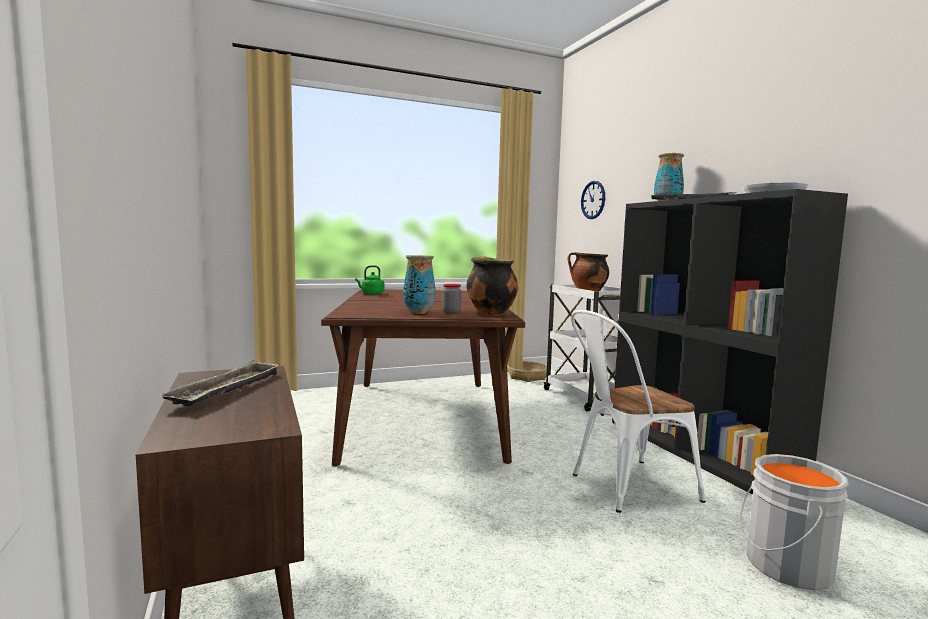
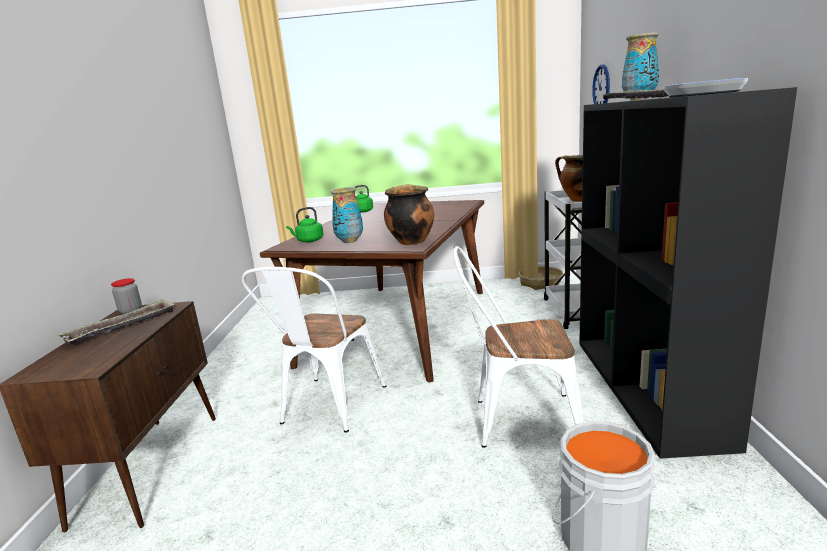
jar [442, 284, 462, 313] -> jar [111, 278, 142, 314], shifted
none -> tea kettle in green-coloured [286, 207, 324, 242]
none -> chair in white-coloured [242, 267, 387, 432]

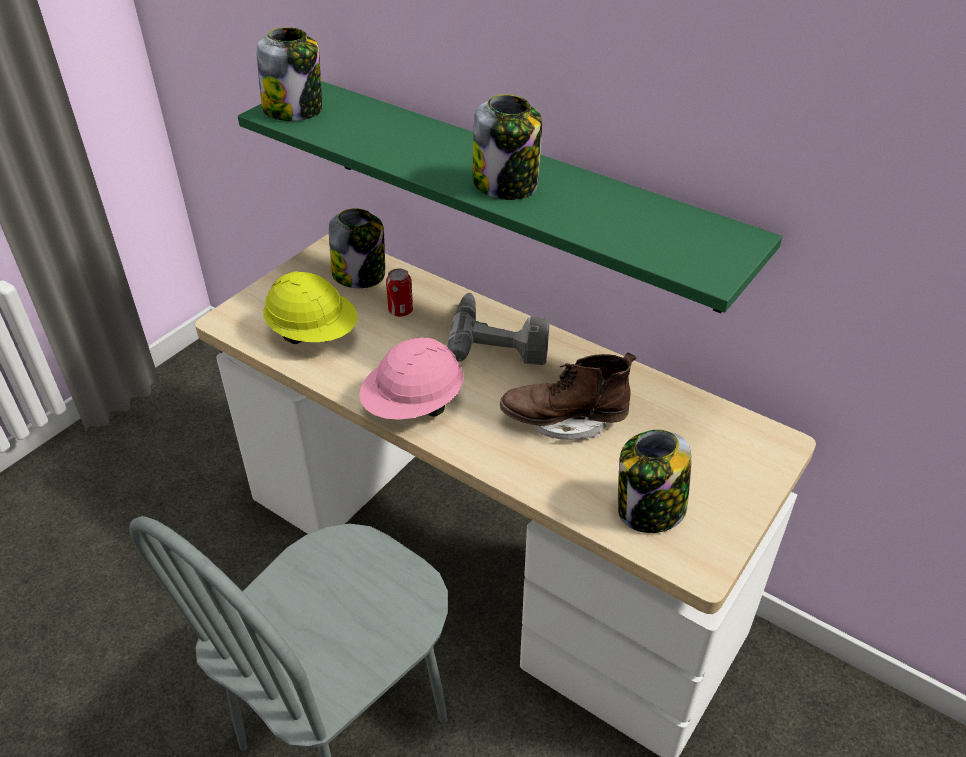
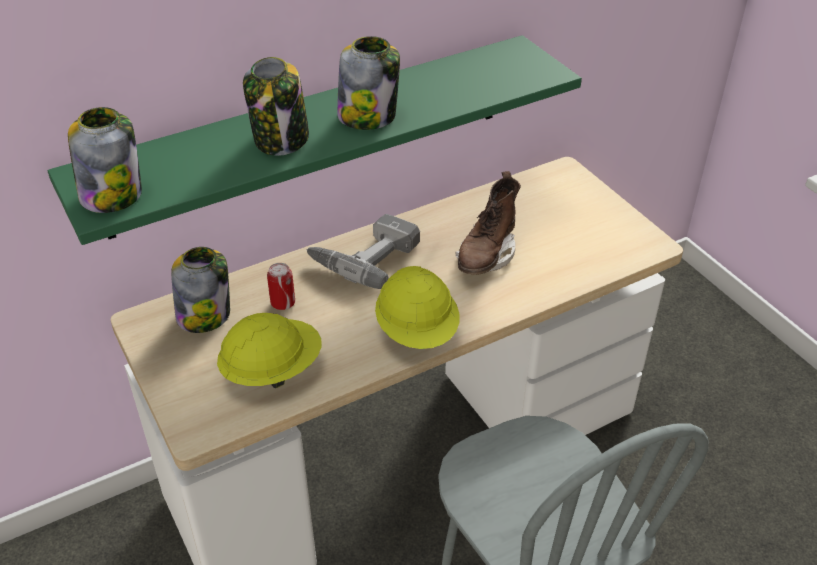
hard hat in pink-coloured [359, 338, 464, 420] -> hard hat in yellow-coloured [375, 266, 459, 349]
jar [618, 430, 692, 533] -> jar [243, 57, 309, 156], shifted

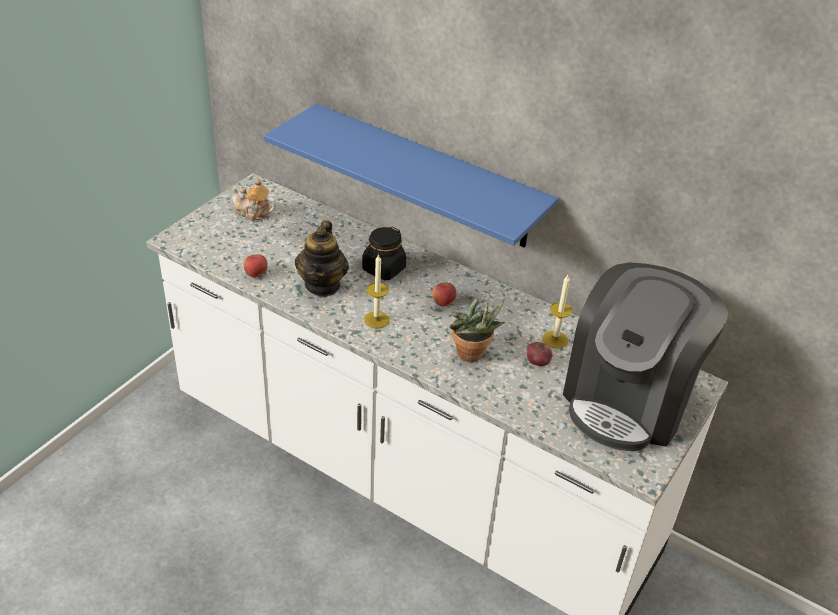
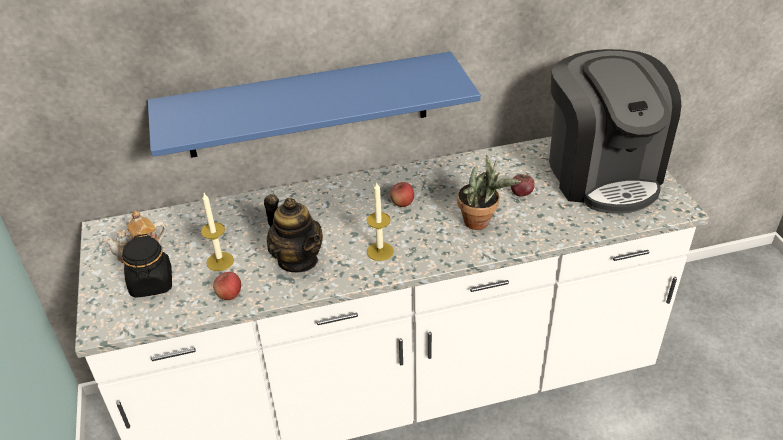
jar in black-coloured [362, 226, 406, 280] -> jar in black-coloured [122, 234, 172, 298], shifted
wax candle [543, 275, 572, 349] -> wax candle [201, 193, 234, 271], shifted

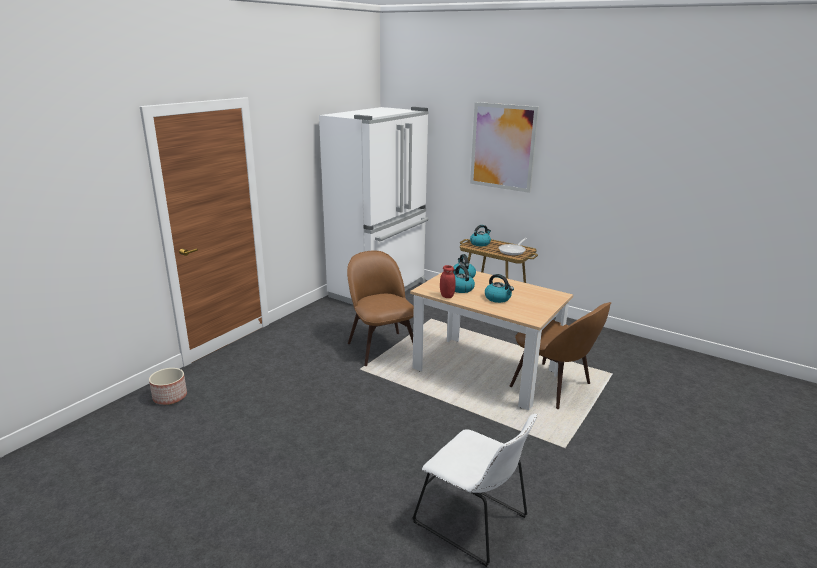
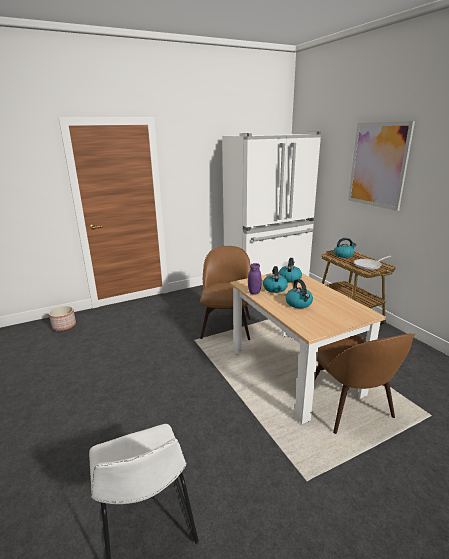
jar in red-coloured [440, 265, 455, 298] -> jar in purple [248, 263, 262, 295]

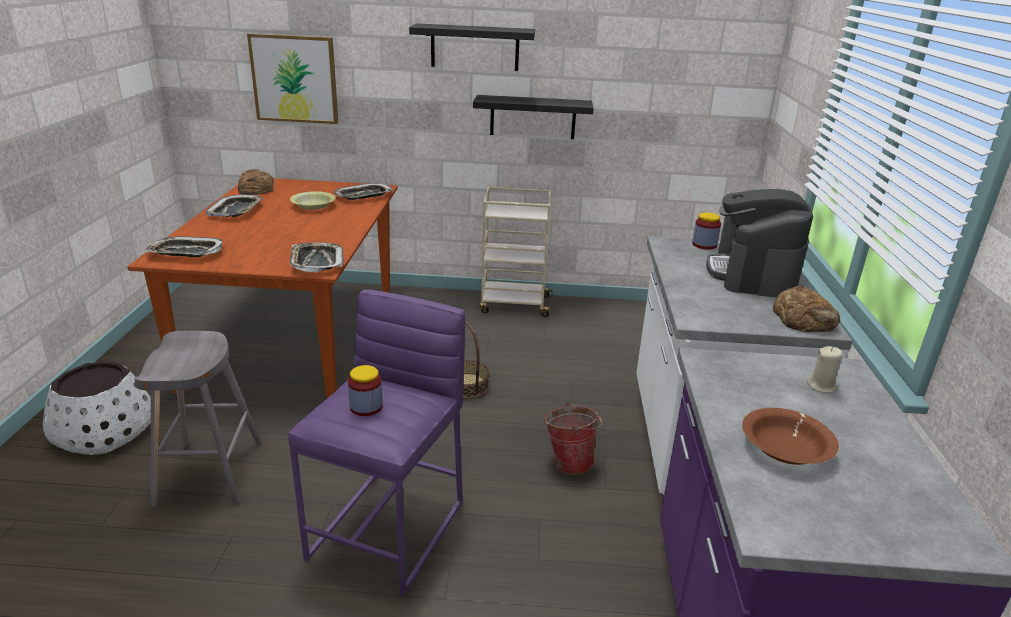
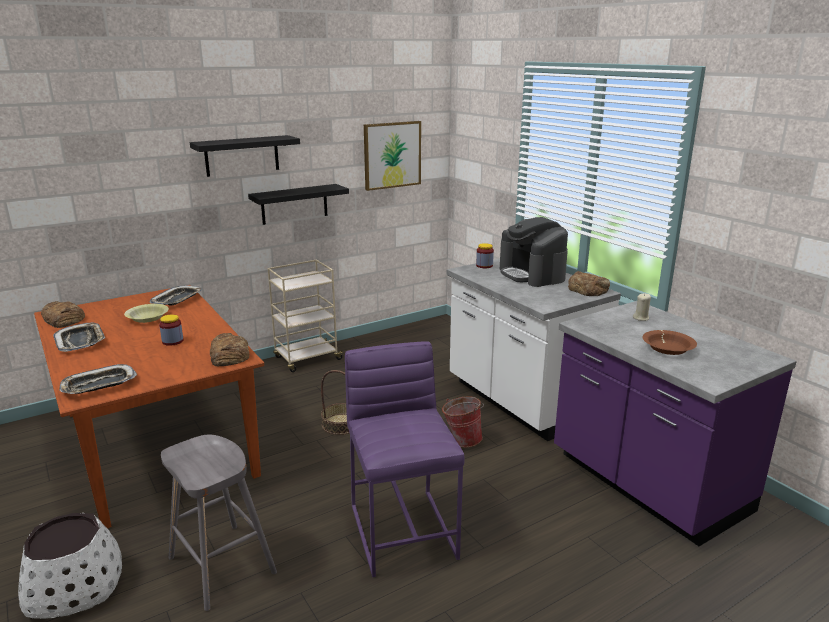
wall art [247, 33, 338, 124] -> wall art [364, 121, 421, 191], shifted
serving tray [290, 242, 344, 272] -> bakery bread [210, 333, 249, 366]
jar [348, 365, 383, 416] -> jar [159, 314, 183, 346], shifted

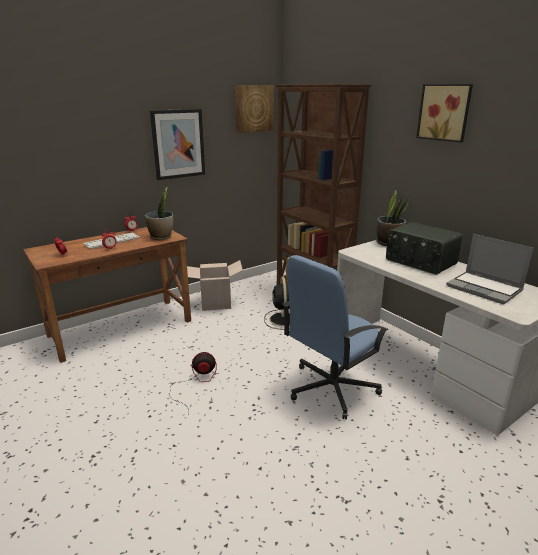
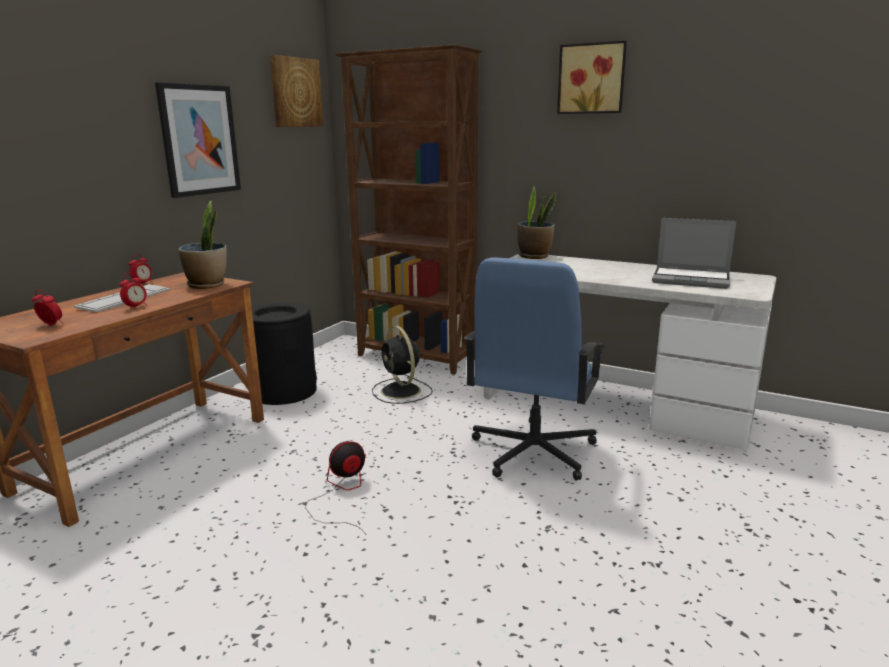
radio set [386, 222, 462, 275] -> none
cardboard box [187, 260, 243, 311] -> rubbish bin in black-coloured [243, 302, 317, 405]

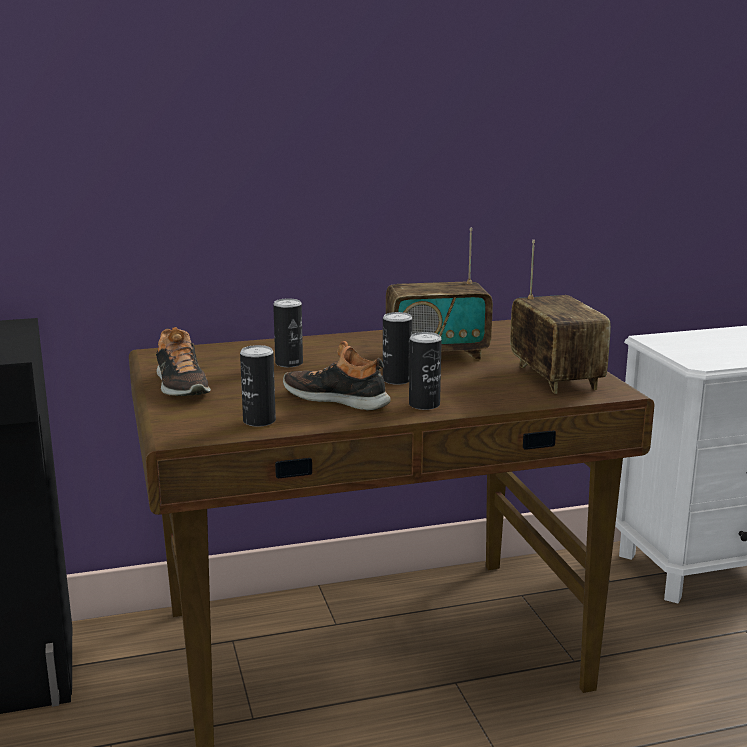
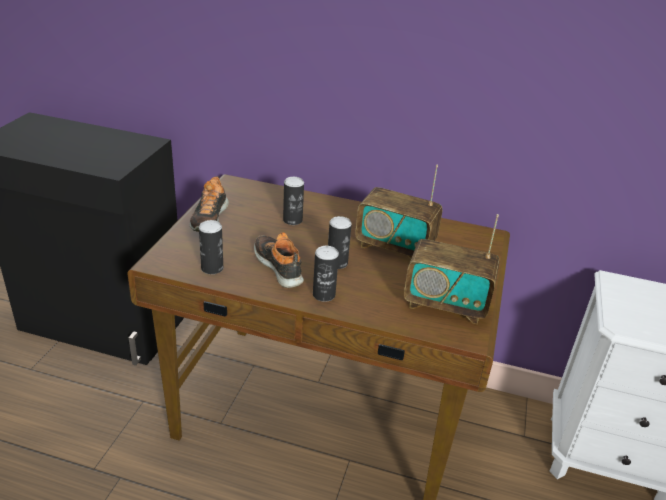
radio set [510, 240, 611, 394] -> radio set [404, 214, 500, 324], 90 degrees clockwise

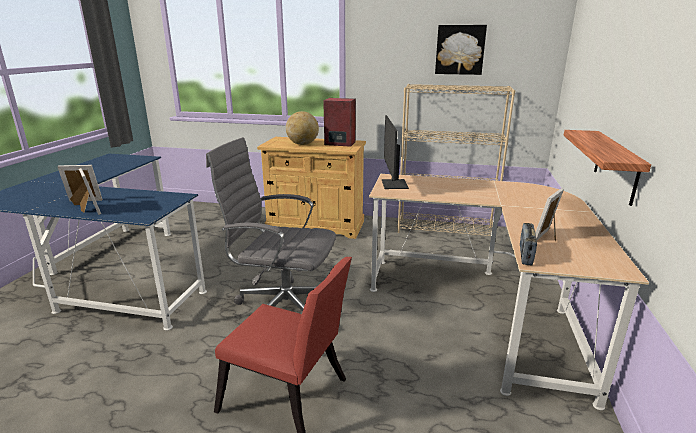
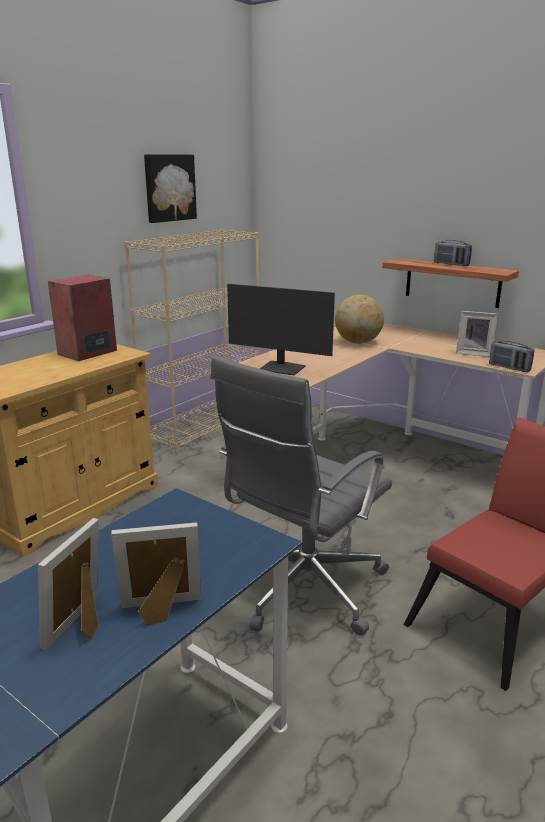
world globe [286, 111, 319, 145] -> world globe [335, 295, 384, 344], shifted
standing frame [535, 188, 564, 242] -> standing frame [456, 311, 498, 357], 45 degrees counterclockwise
none -> radio set [434, 240, 472, 266]

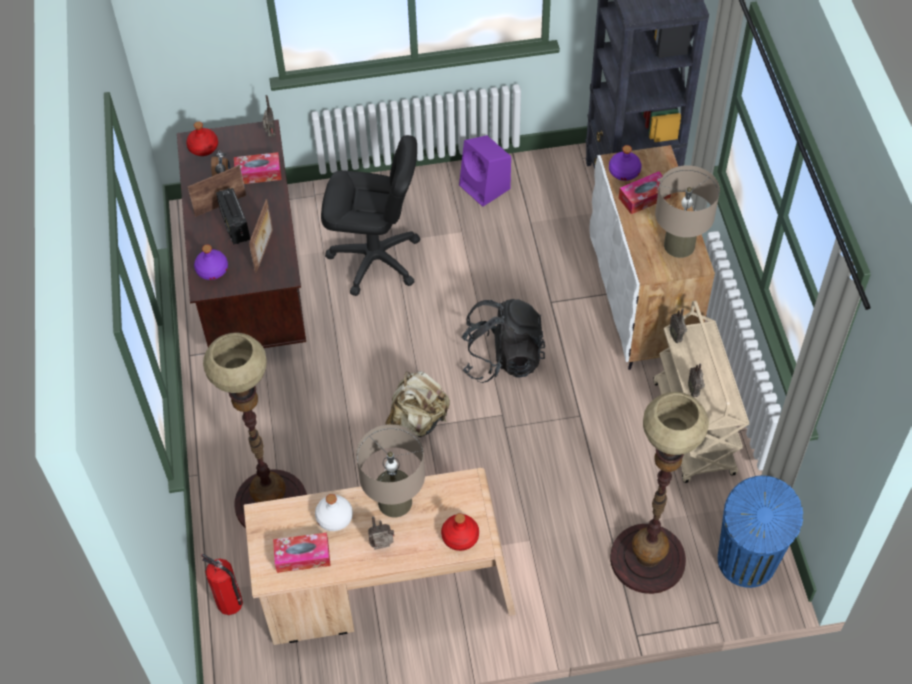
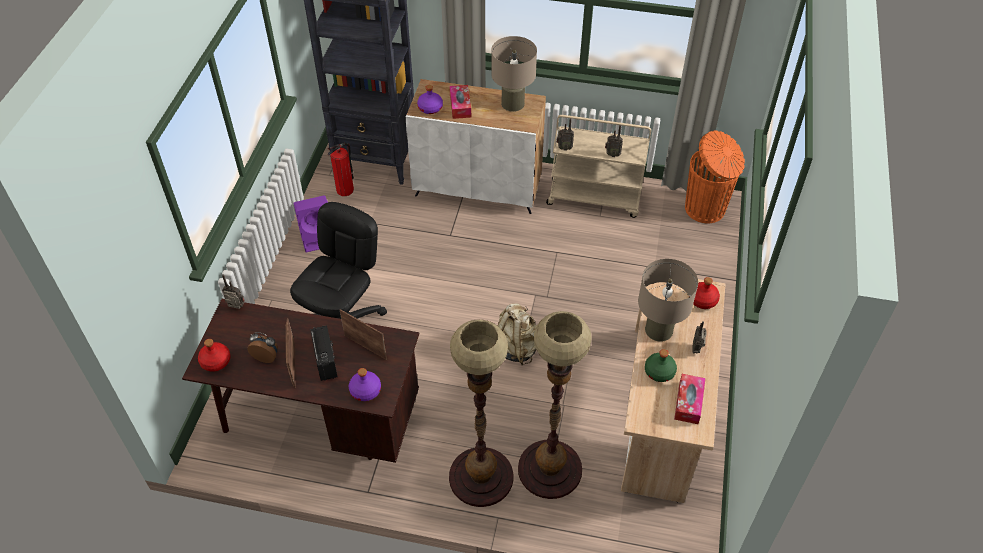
box of tissues [234, 152, 282, 184] -> none
radio set [216, 188, 250, 245] -> radio set [310, 325, 338, 381], 105 degrees counterclockwise
knapsack in black-coloured [462, 299, 545, 383] -> none
floor lamp [610, 392, 709, 594] -> floor lamp [449, 319, 513, 507], shifted
rubbish bin in bluish [718, 476, 803, 588] -> rubbish bin in orangey [685, 131, 745, 223]
bottle in white-coloured [315, 494, 353, 531] -> bottle in green-coloured [645, 349, 677, 382]
fire-fighting cylinder [201, 554, 243, 615] -> fire-fighting cylinder [328, 143, 354, 196], shifted

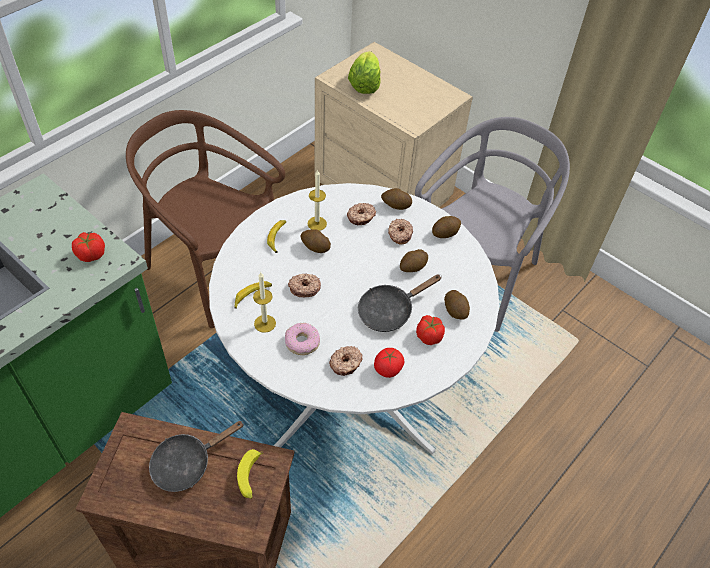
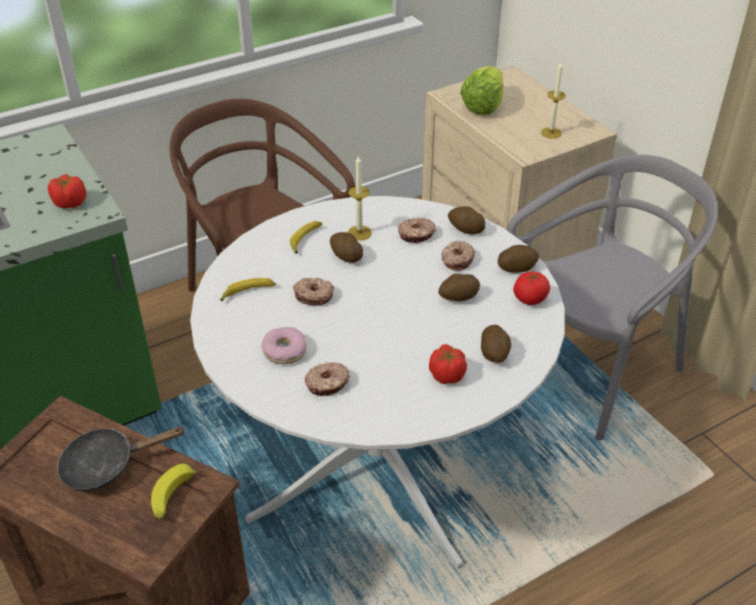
wax candle [253, 272, 276, 333] -> wax candle [541, 62, 566, 139], shifted
skillet in black-coloured [358, 274, 442, 332] -> none
fresh tomato [374, 348, 404, 378] -> fresh tomato [513, 272, 550, 305], shifted

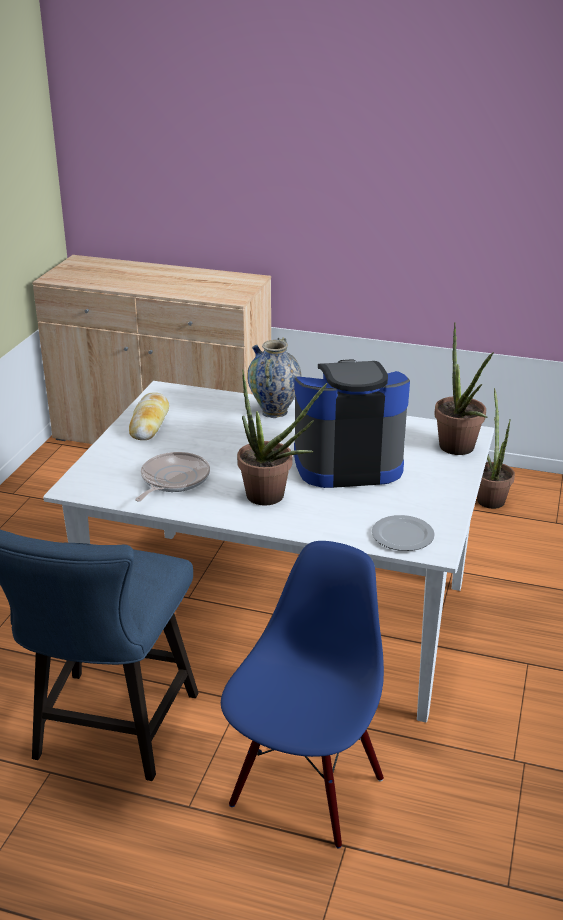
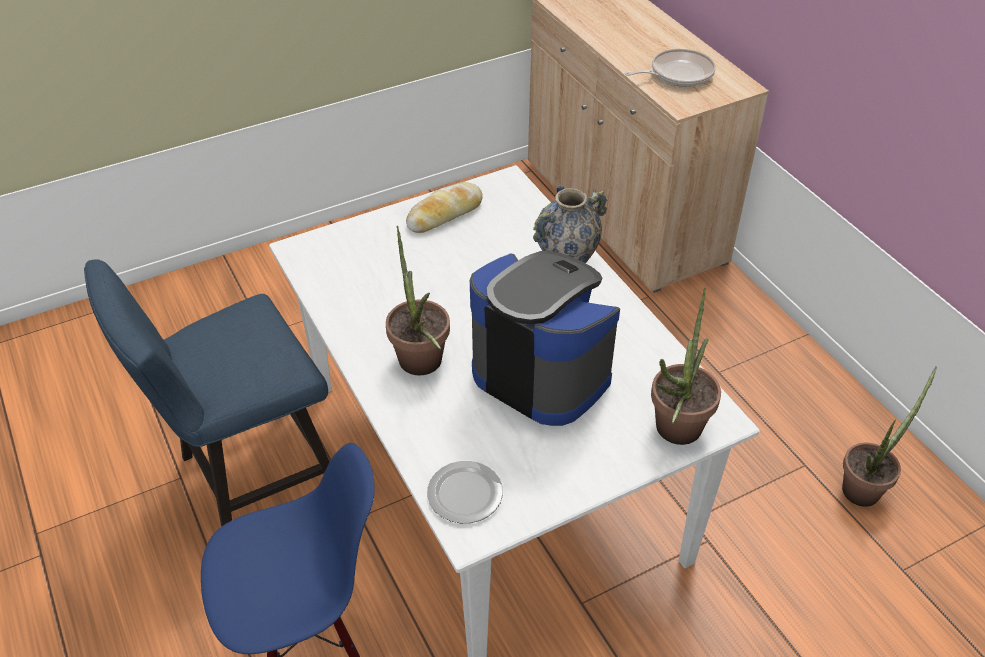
skillet [135, 452, 210, 502] -> skillet [625, 49, 716, 87], shifted

